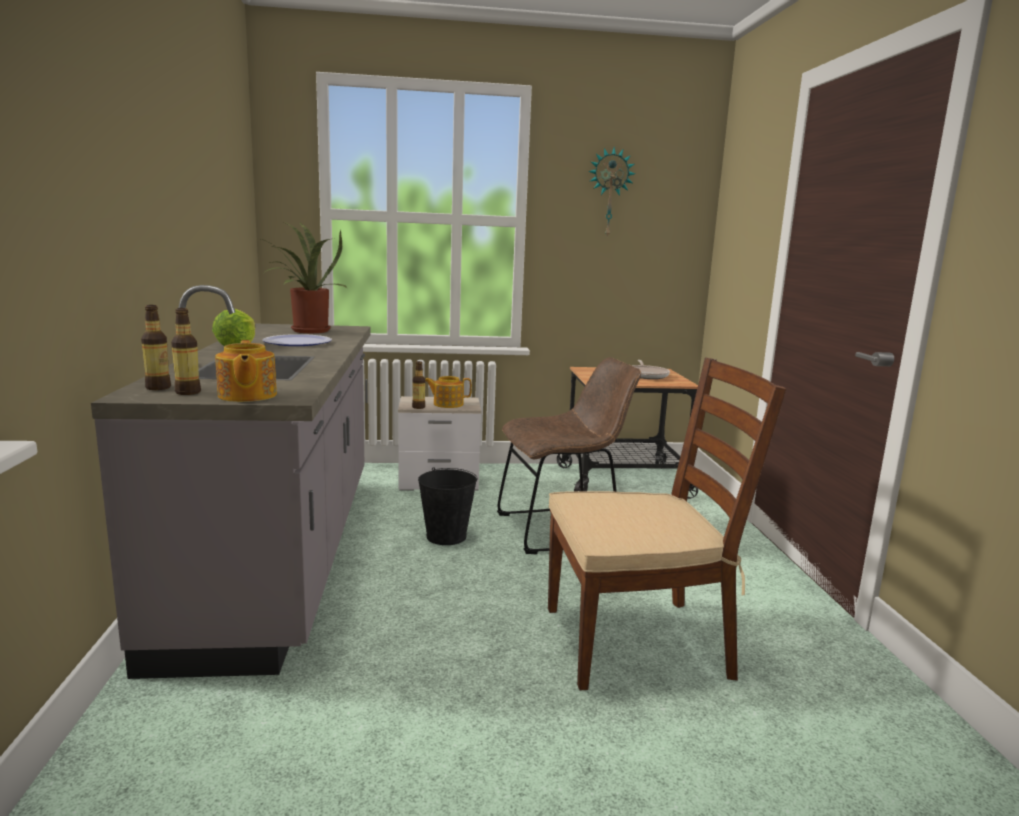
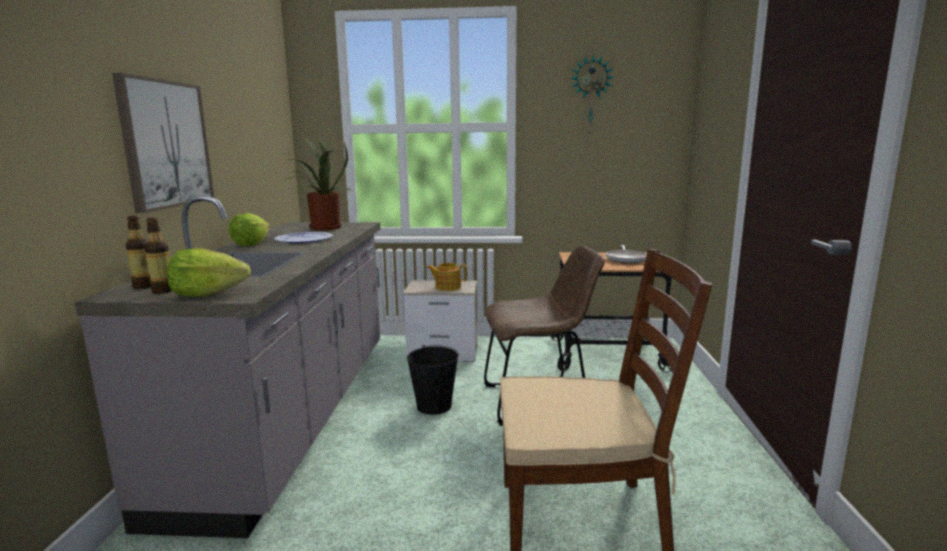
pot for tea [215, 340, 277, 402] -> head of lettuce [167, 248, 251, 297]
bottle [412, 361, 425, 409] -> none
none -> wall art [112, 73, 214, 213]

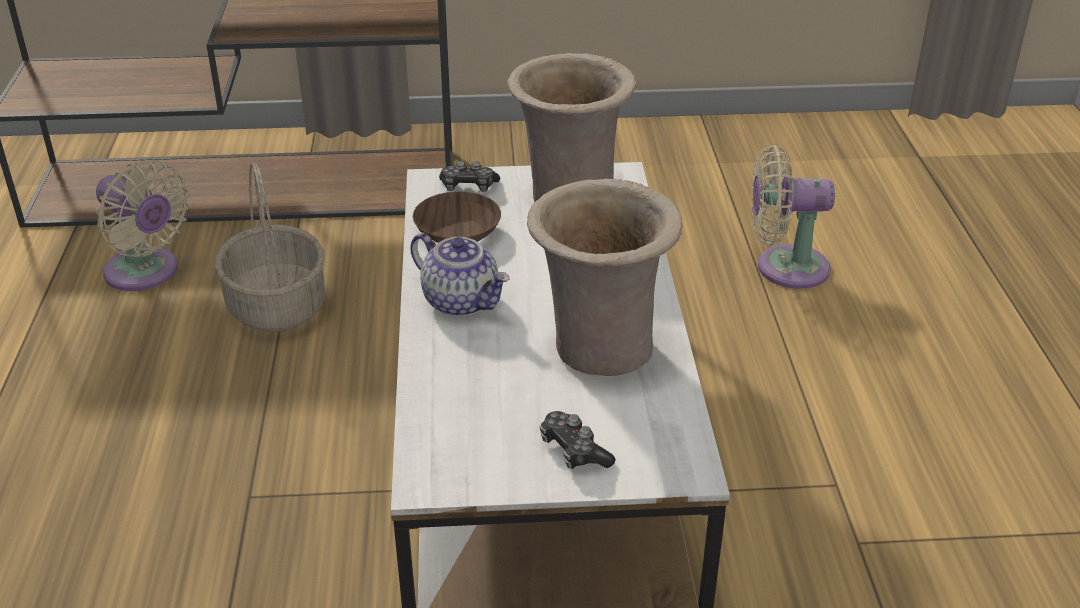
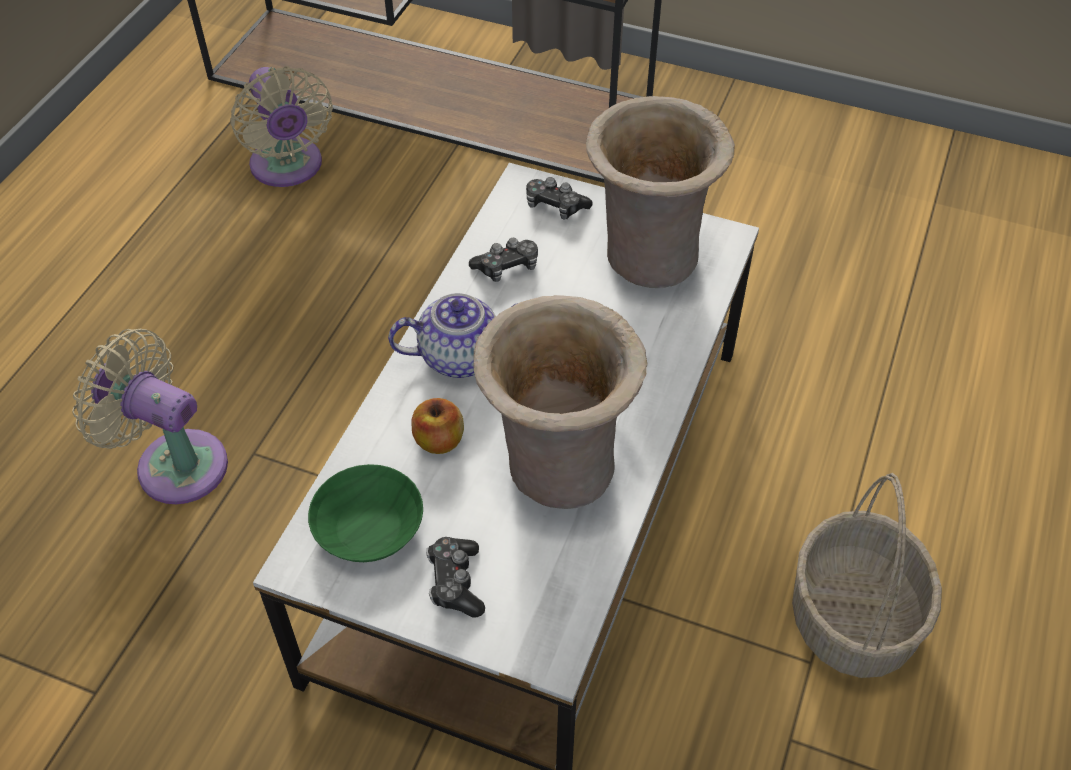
electric fan in beige [751, 145, 835, 289] -> electric fan in beige [72, 329, 228, 504], shifted
storage basket [215, 163, 325, 332] -> storage basket [792, 473, 942, 678], shifted
deep dish in brown [413, 192, 501, 243] -> joypad [469, 237, 538, 282]
pot for tea [410, 233, 510, 317] -> pot for tea [388, 293, 518, 378], 75 degrees counterclockwise
none -> apple [411, 398, 464, 454]
none -> deep dish in green-coloured [308, 464, 423, 562]

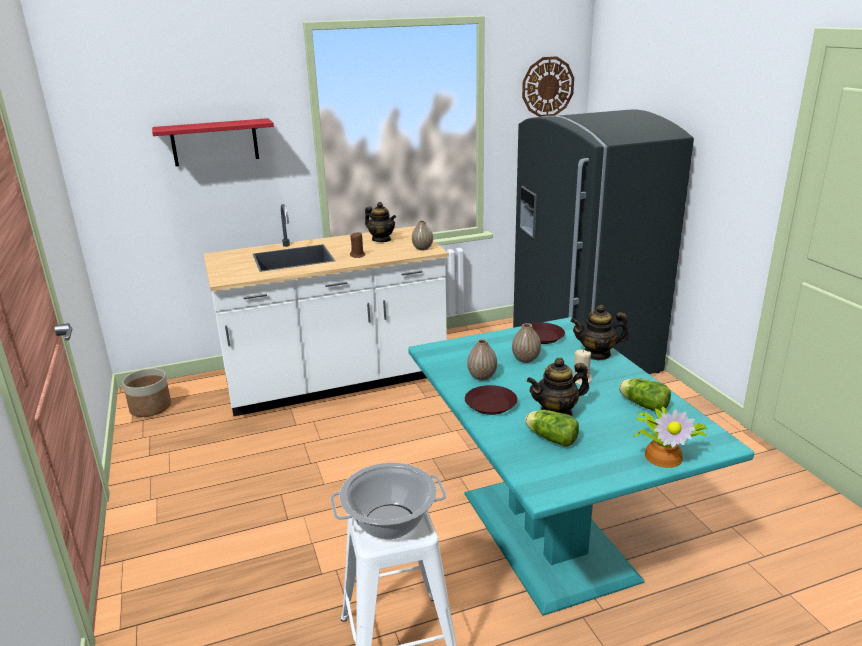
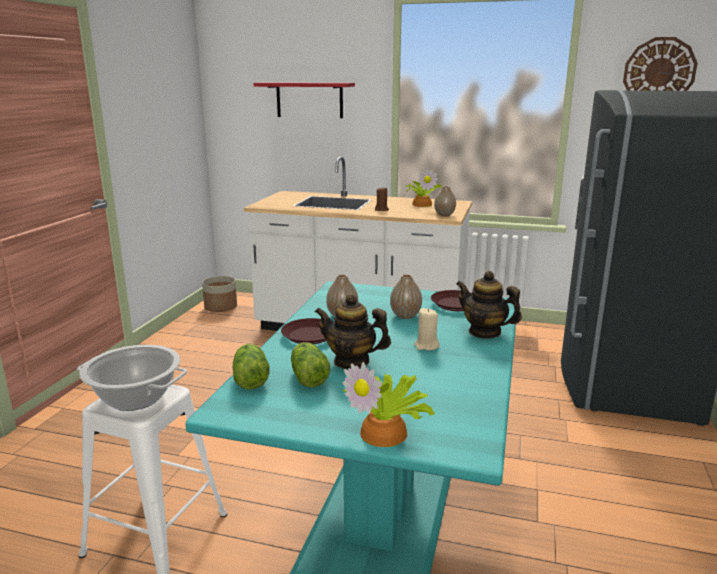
pot for tea [365, 202, 396, 242] -> plant in a pot [405, 168, 442, 207]
head of lettuce [619, 378, 671, 412] -> head of lettuce [233, 344, 270, 390], shifted

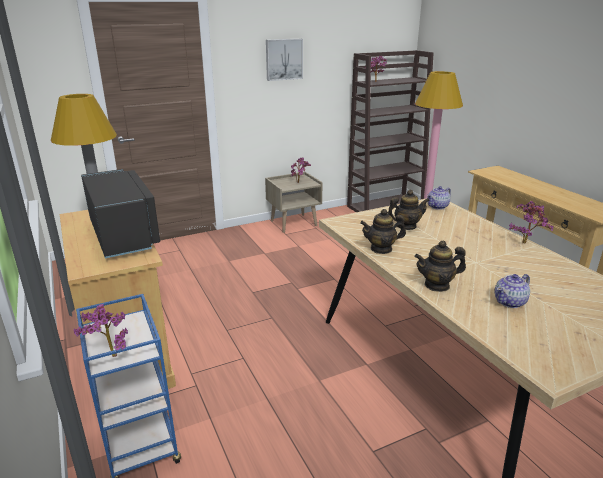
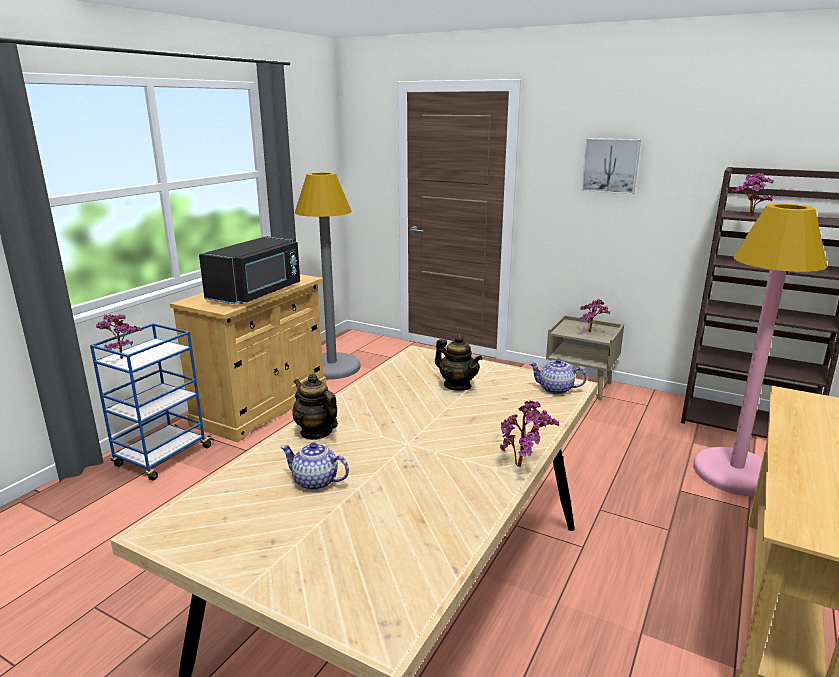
pot for tea [360, 209, 406, 254] -> none

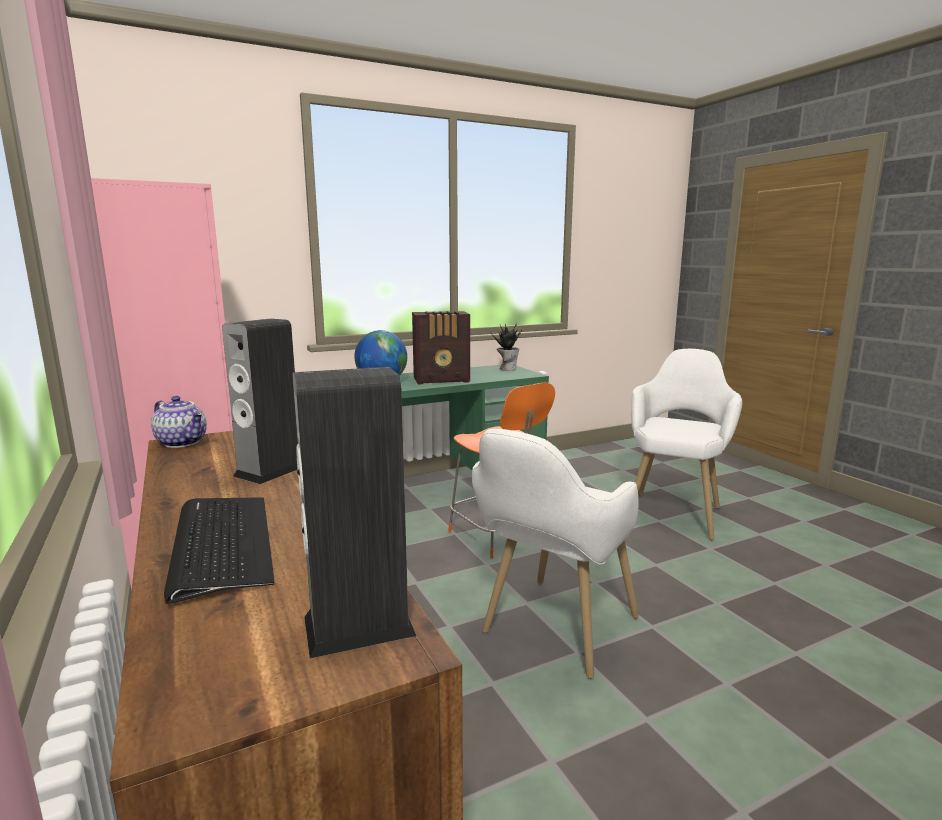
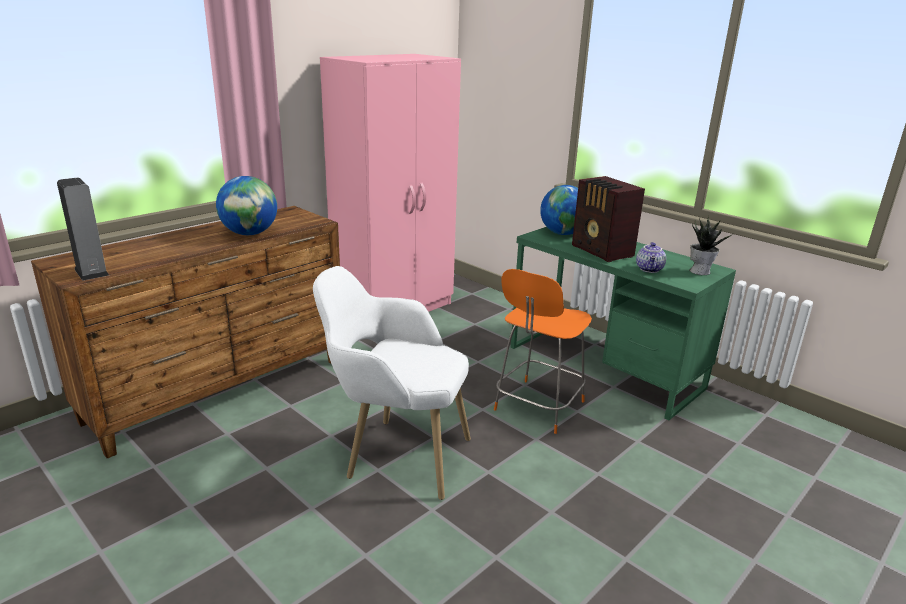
speaker [222, 319, 298, 484] -> world globe [216, 176, 277, 235]
armchair in white-coloured [631, 349, 742, 540] -> none
pot for tea [151, 396, 207, 448] -> pot for tea [636, 242, 666, 273], shifted
keyboard [164, 497, 274, 604] -> none

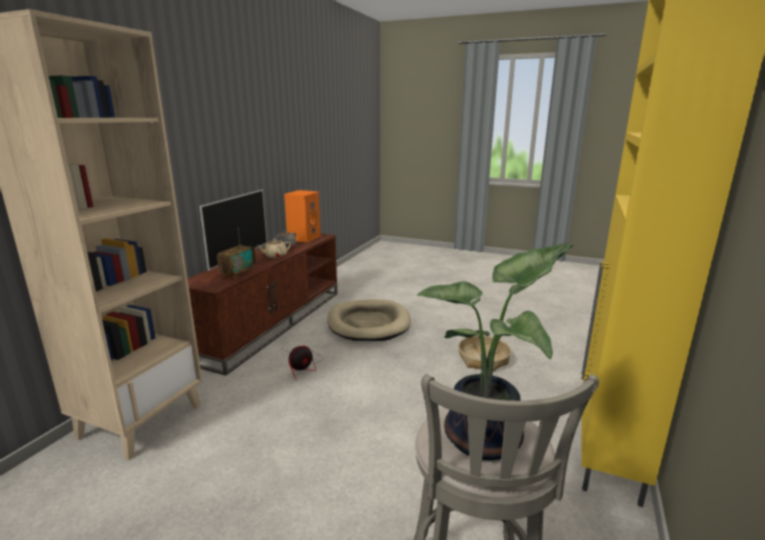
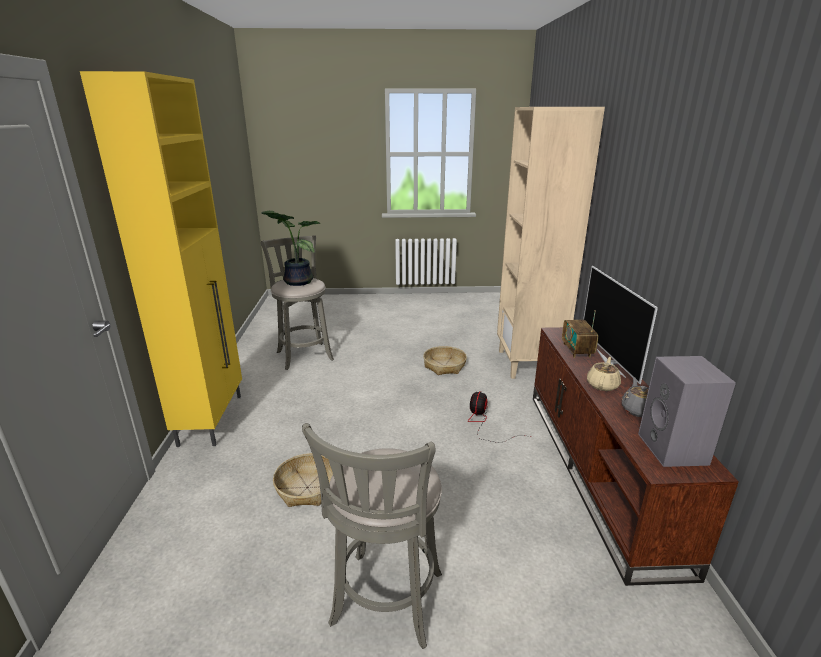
speaker in orangey [284, 190, 320, 242] -> speaker in greyish [638, 356, 736, 467]
dog bed in beige [327, 299, 411, 341] -> none
none -> storage basket [423, 346, 467, 375]
none -> stool in greyish [302, 423, 442, 649]

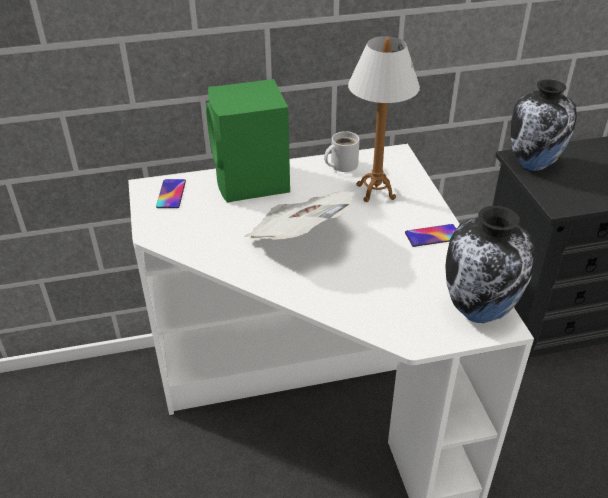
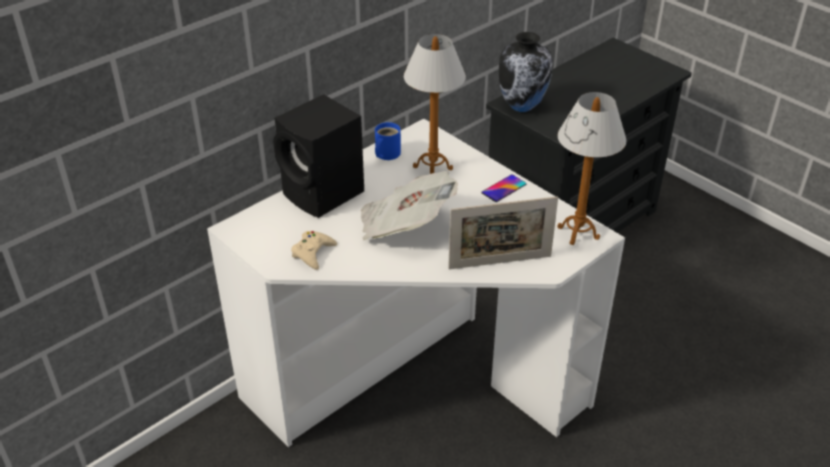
speaker in green-coloured [206, 79, 290, 203] -> speaker in black-coloured [273, 94, 364, 218]
tea mug in white-coloured [324, 131, 360, 172] -> tea mug in bluish [375, 122, 401, 160]
phone [156, 179, 186, 208] -> none
vase [445, 206, 536, 323] -> tabletop lamp [558, 92, 627, 245]
none -> standing frame [448, 196, 558, 269]
none -> joypad in beige [291, 231, 337, 270]

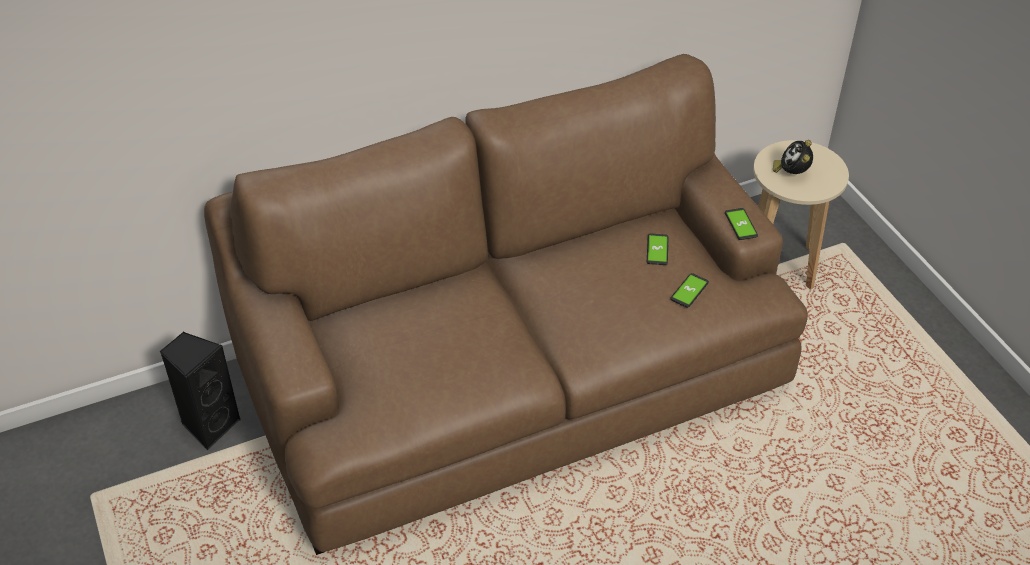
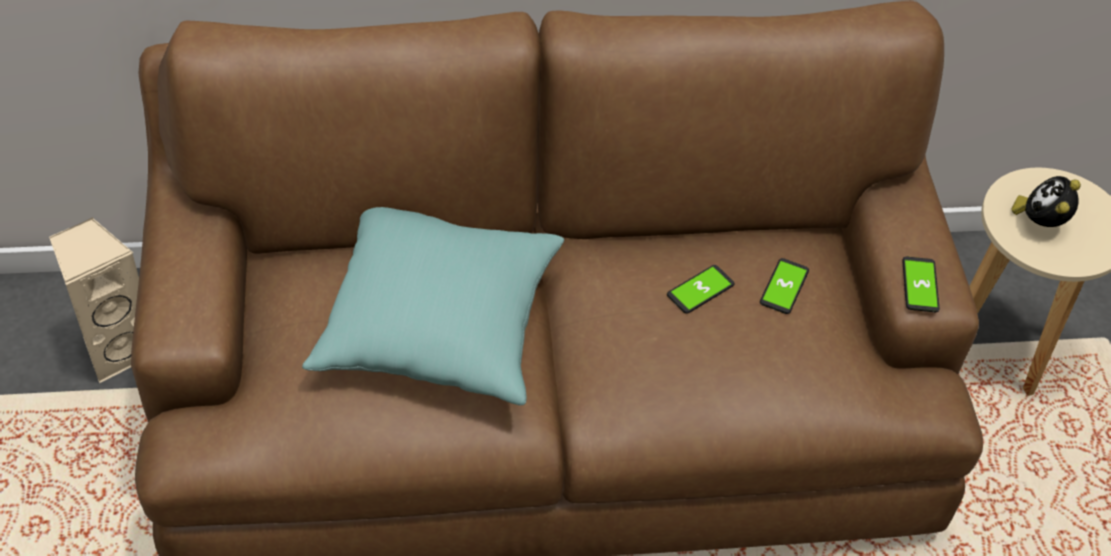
phone [670, 273, 709, 308] -> phone [667, 265, 735, 314], shifted
speaker in black-coloured [159, 331, 241, 450] -> speaker in beige [49, 217, 139, 383]
none -> pillow in turquoise-coloured [302, 207, 564, 406]

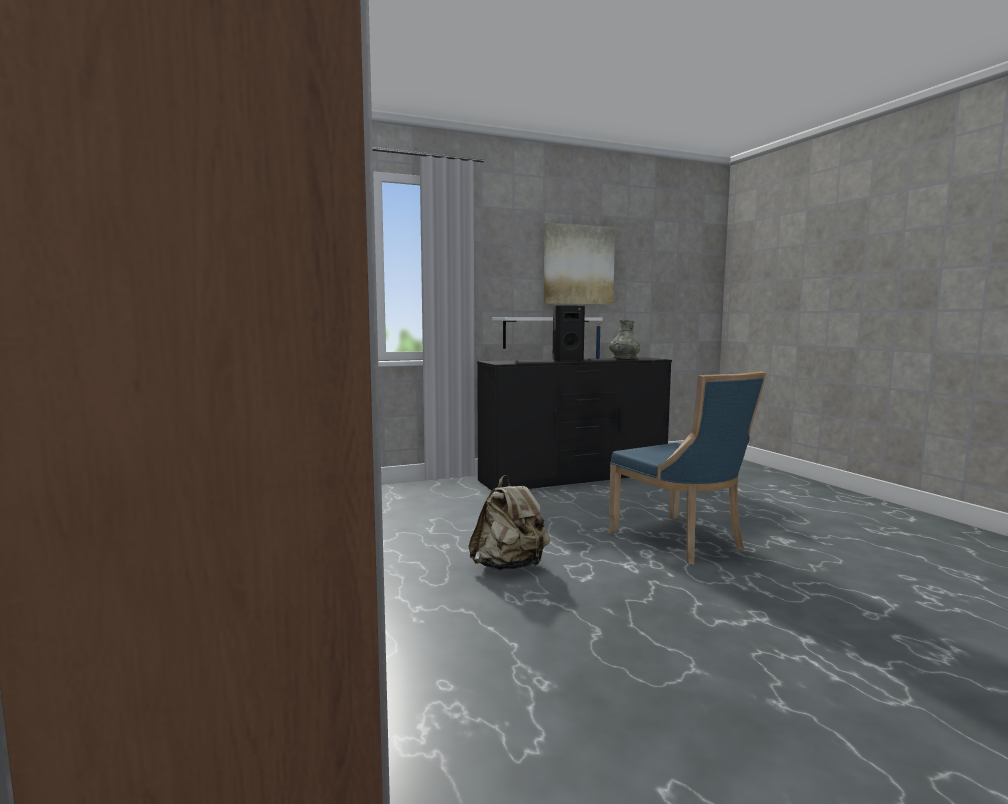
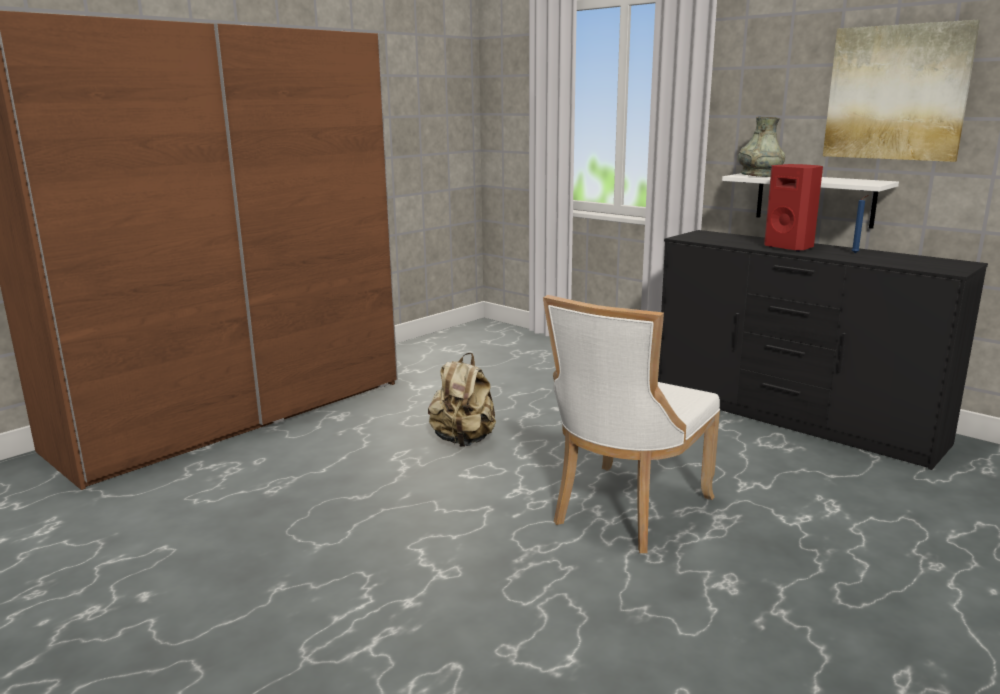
speaker in black-coloured [553, 306, 585, 362] -> speaker in red-coloured [764, 164, 823, 252]
vase in greyish [609, 320, 640, 359] -> vase in greyish [738, 117, 785, 177], shifted
chair in bluish [607, 371, 767, 565] -> chair in white-coloured [543, 295, 720, 553]

